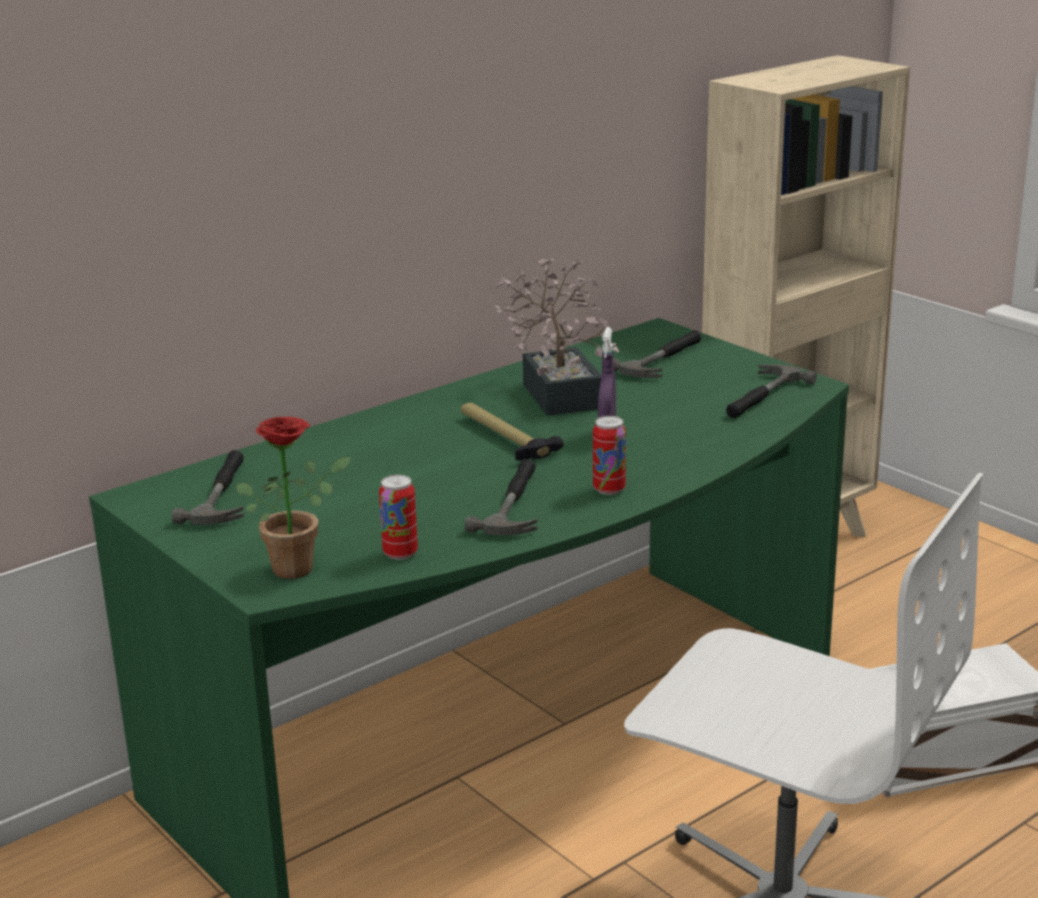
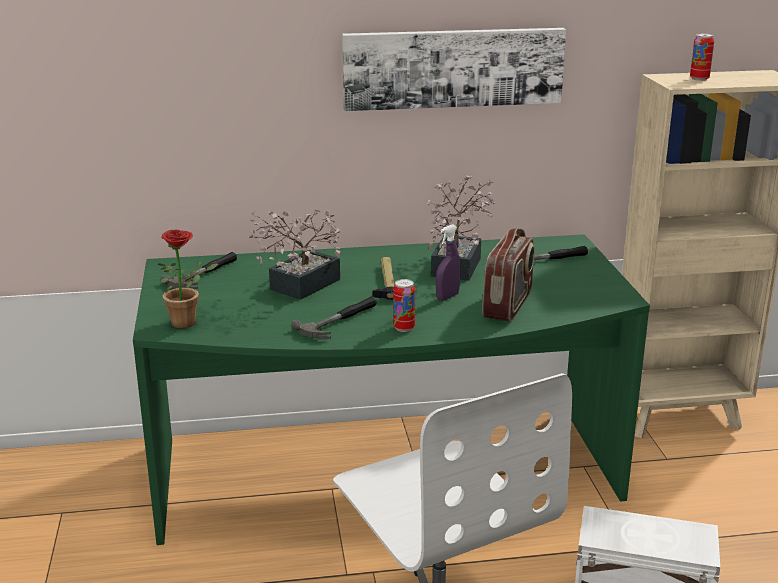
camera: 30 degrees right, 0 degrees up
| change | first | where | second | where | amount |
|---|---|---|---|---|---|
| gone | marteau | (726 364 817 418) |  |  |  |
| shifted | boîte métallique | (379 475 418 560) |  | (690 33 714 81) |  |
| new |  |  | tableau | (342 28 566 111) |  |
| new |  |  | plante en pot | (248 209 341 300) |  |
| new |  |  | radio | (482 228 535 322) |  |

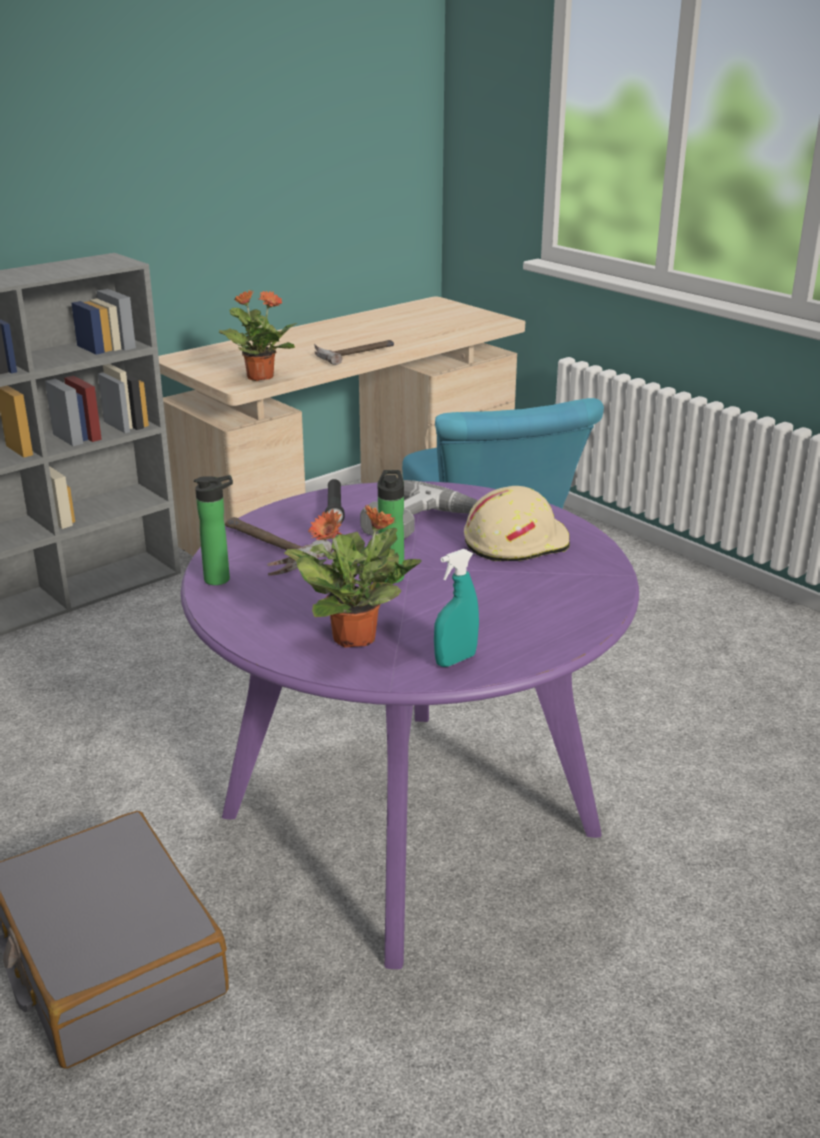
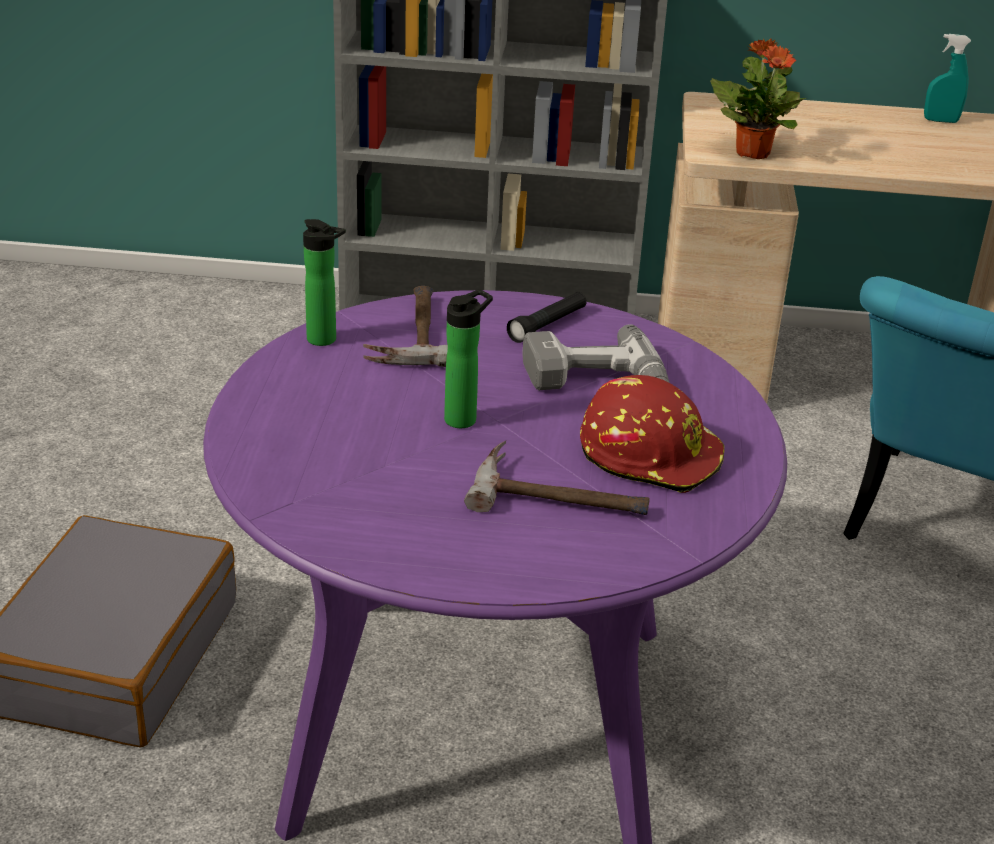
camera: 45 degrees right, 5 degrees up
| change | first | where | second | where | amount |
|---|---|---|---|---|---|
| shifted | marteau | (314 340 394 365) |  | (464 441 650 515) |  |
| repainted | casque de chantier [beige] | (464 486 570 561) | casque de chantier [rouge] | (580 375 724 493) |  |
| gone | plante en pot | (284 504 421 648) |  |  |  |
| shifted | vaporisateur [turquoise] | (434 549 479 667) |  | (924 34 971 123) |  |

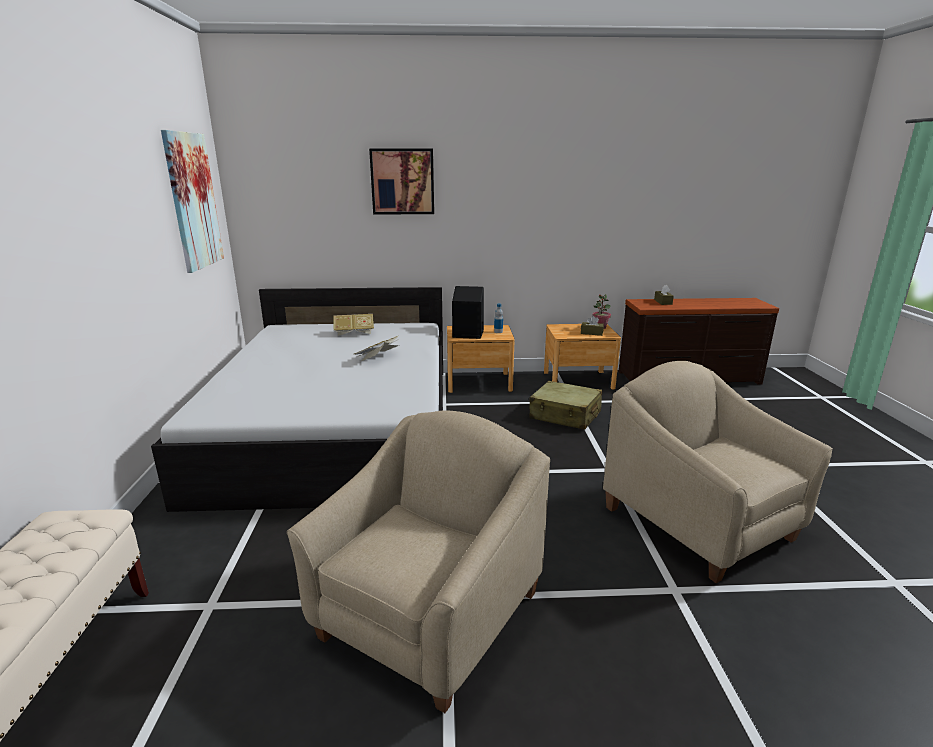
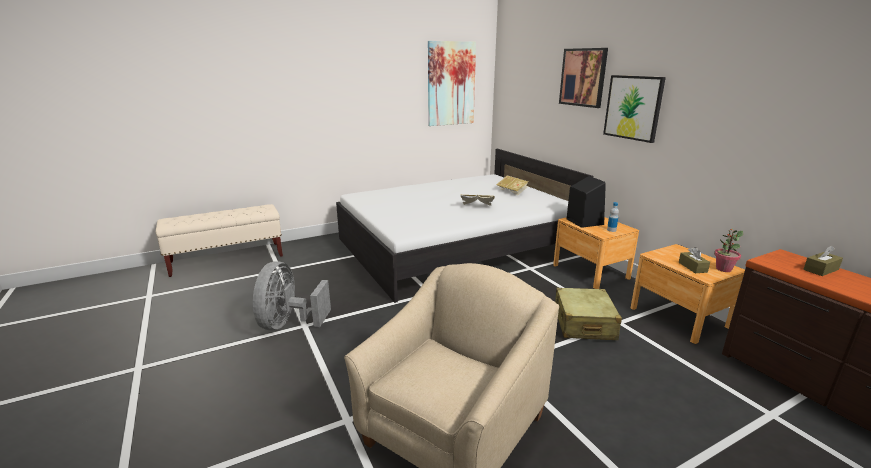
camera: 65 degrees right, 0 degrees up
| change | first | where | second | where | amount |
|---|---|---|---|---|---|
| swapped | fauteuil [beige] | (287 411 550 713) | ventilateur [gris] | (253 261 331 330) |  |
| new |  |  | tableau | (603 75 666 143) |  |

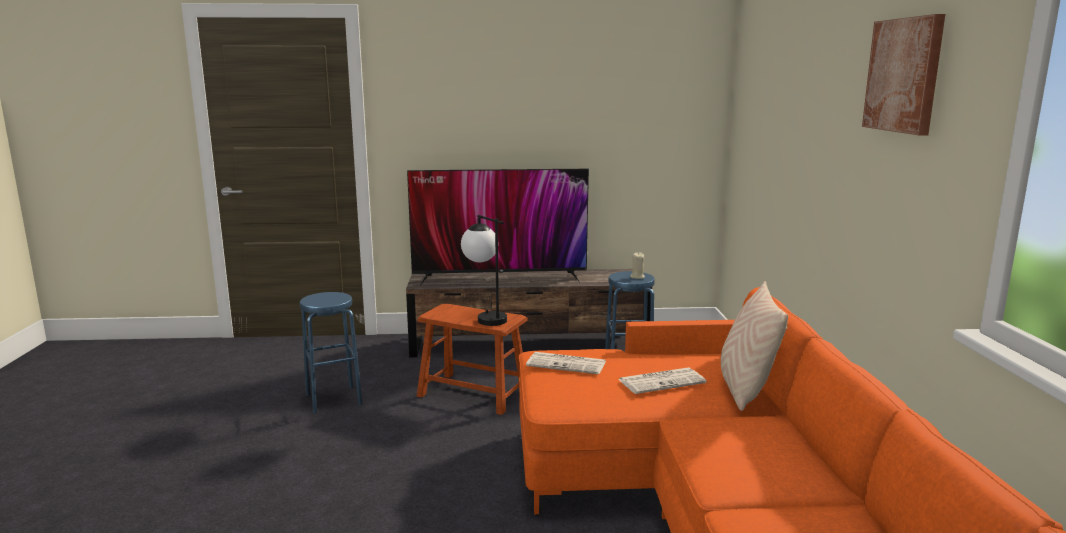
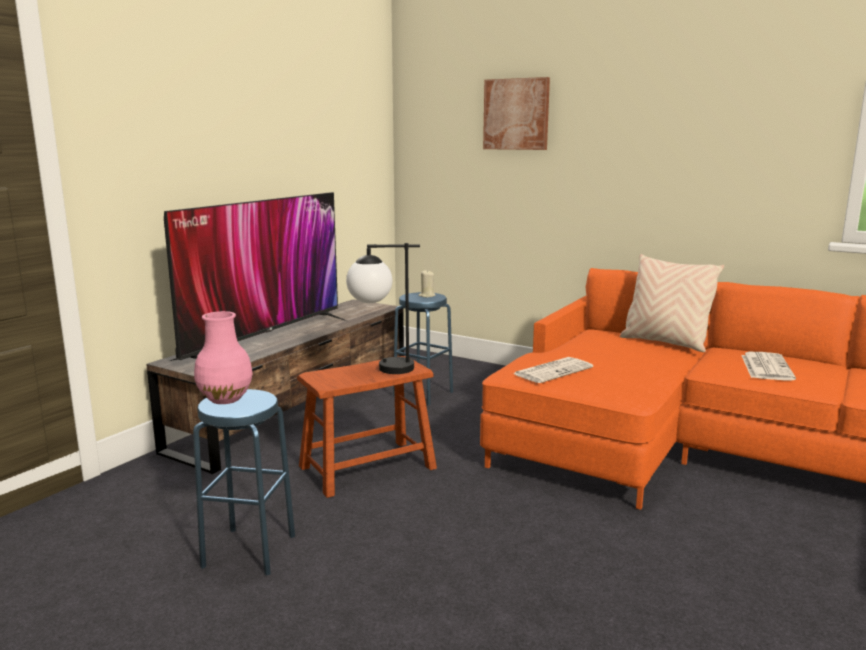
camera: 55 degrees left, 0 degrees up
| change | first | where | second | where | amount |
|---|---|---|---|---|---|
| shifted | tableau | (862 14 945 136) |  | (483 77 550 150) |  |
| shifted | journal | (618 368 706 394) |  | (741 352 796 381) |  |
| new |  |  | vase [rose] | (194 311 253 404) |  |

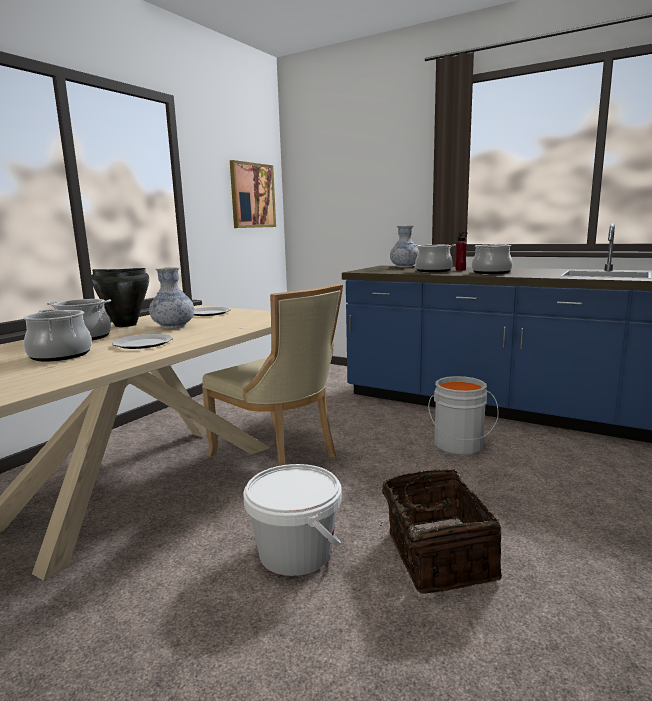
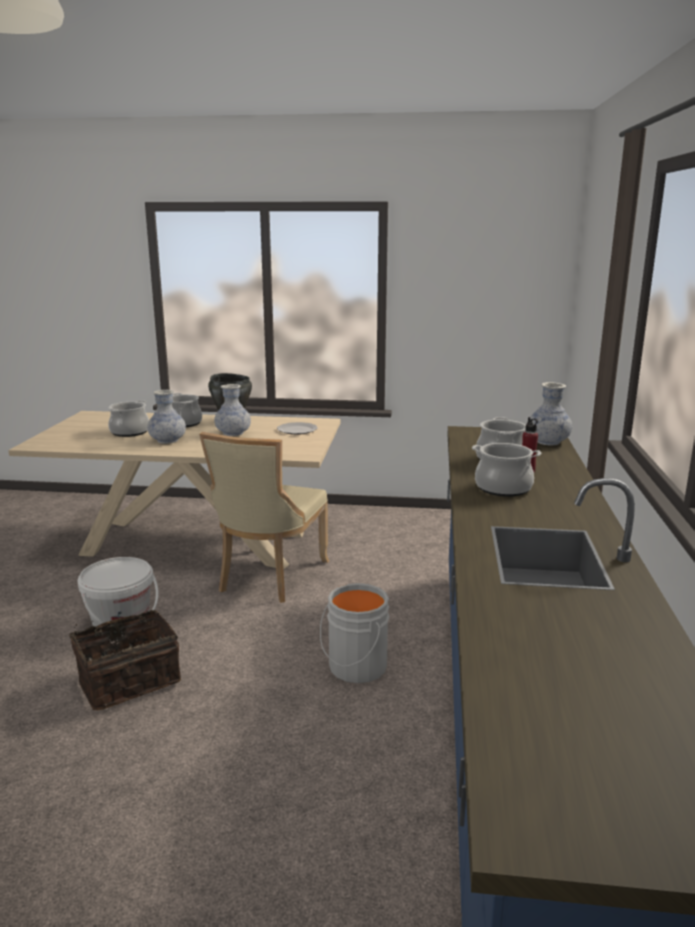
camera: 65 degrees right, 5 degrees up
| change | first | where | second | where | amount |
|---|---|---|---|---|---|
| gone | tableau | (230 160 276 228) |  |  |  |
| swapped | assiette | (112 334 173 349) | vase | (147 390 186 444) |  |

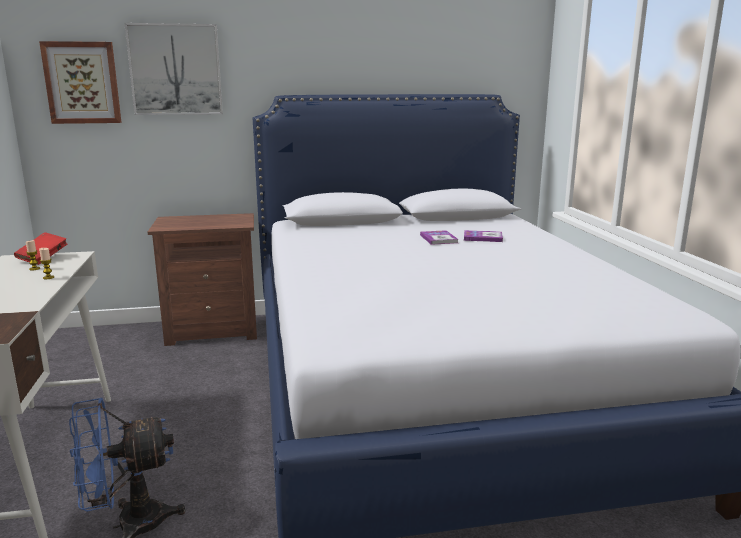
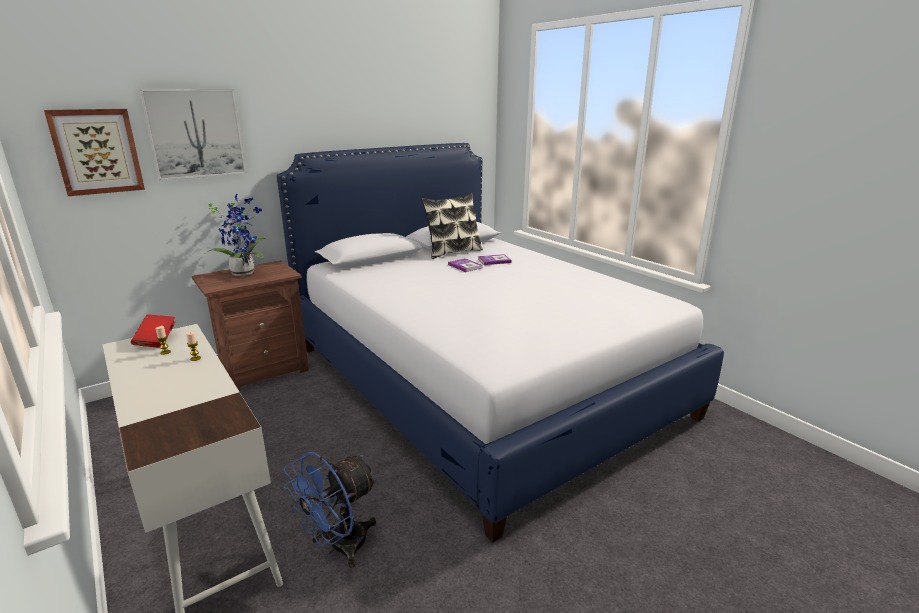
camera: 25 degrees left, 5 degrees up
| change | first | where | second | where | amount |
|---|---|---|---|---|---|
| new |  |  | coussin | (421 193 483 259) |  |
| new |  |  | plante en pot | (205 194 266 276) |  |

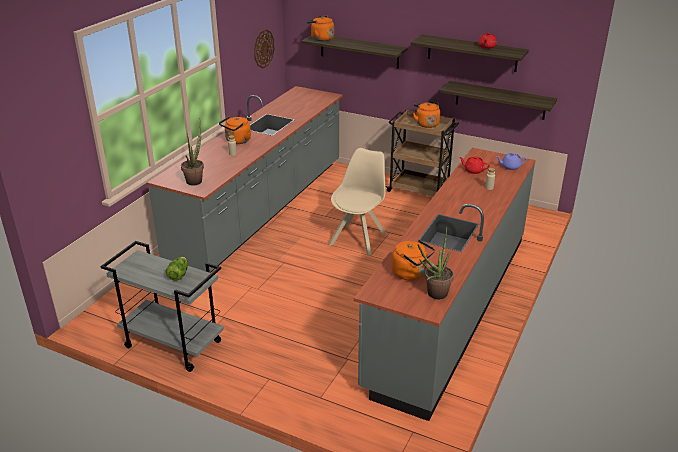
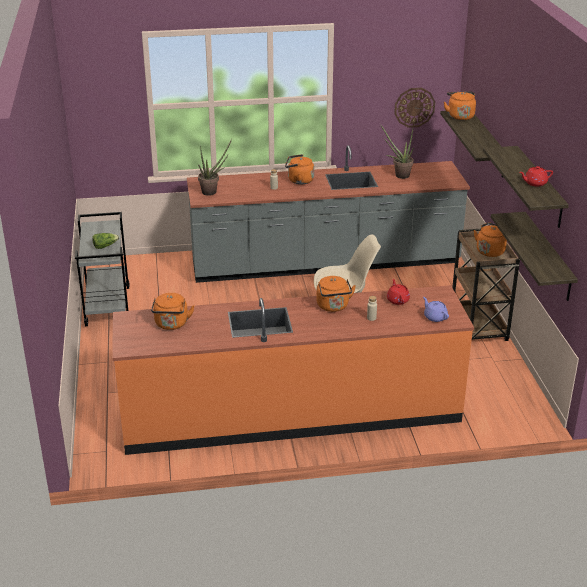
camera: 55 degrees right, 0 degrees up
| change | first | where | second | where | amount |
|---|---|---|---|---|---|
| repainted | comptoir de cuisine [gris] | (354 148 536 421) | comptoir de cuisine [orange] | (112 285 474 455) |  |
| shifted | plante en pot | (418 227 454 299) |  | (381 125 414 179) |  |
| new |  |  | bouilloire [orange] | (316 276 356 312) |  |

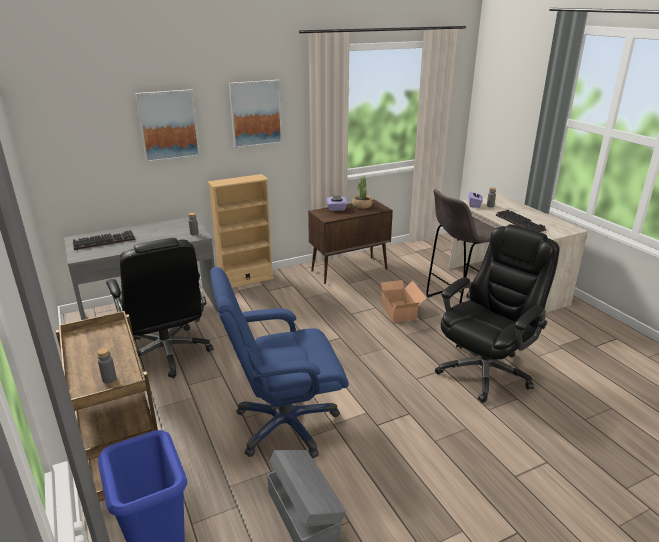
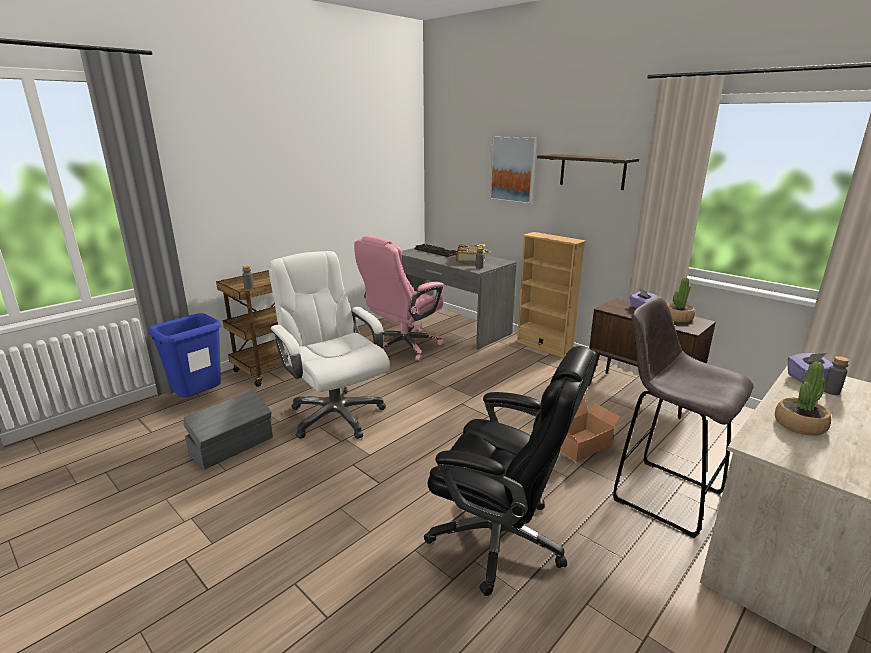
camera: 70 degrees right, 5 degrees down
| change | first | where | second | where | amount |
|---|---|---|---|---|---|
| swapped | tableau | (229 80 282 148) | étagère | (537 154 639 190) |  |
| swapped | clavier | (496 210 546 232) | plante en pot | (775 361 831 435) |  |
| repainted | chaise de bureau [noir] | (106 238 214 378) | chaise de bureau [rose] | (354 236 444 361) |  |
| repainted | chaise de bureau [bleu] | (210 267 349 458) | chaise de bureau [blanc] | (269 251 390 439) |  |
| new |  |  | livre | (456 244 491 263) |  |

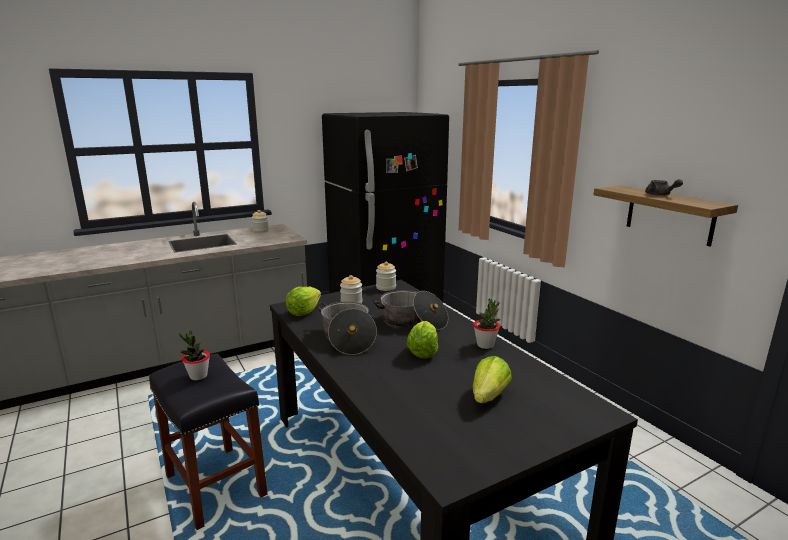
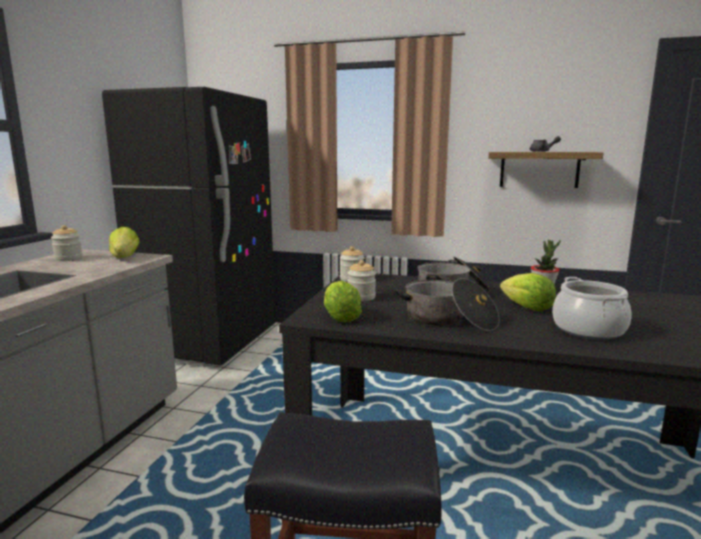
camera: 45 degrees left, 5 degrees down
| change | first | where | second | where | amount |
|---|---|---|---|---|---|
| gone | plante en pot | (179 331 210 380) |  |  |  |
| shifted | laitue | (473 356 512 403) |  | (109 227 140 258) |  |
| new |  |  | marmite | (552 277 631 340) |  |

